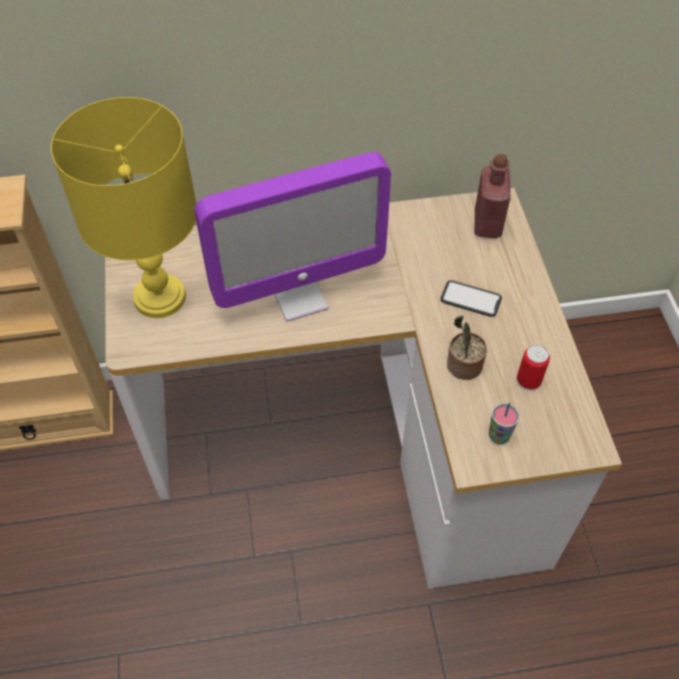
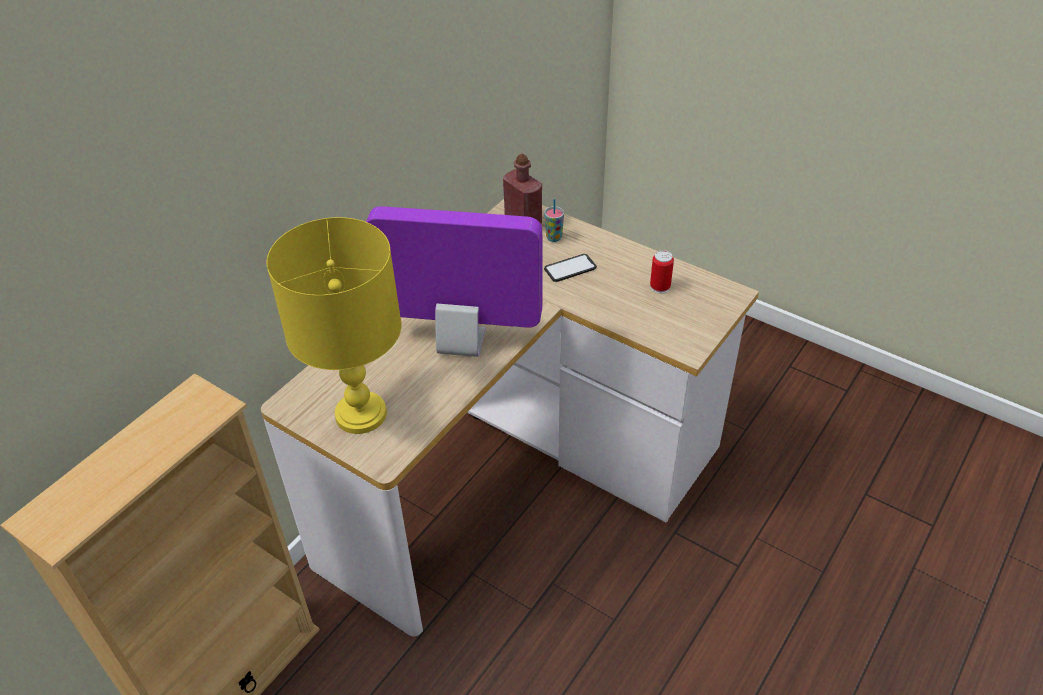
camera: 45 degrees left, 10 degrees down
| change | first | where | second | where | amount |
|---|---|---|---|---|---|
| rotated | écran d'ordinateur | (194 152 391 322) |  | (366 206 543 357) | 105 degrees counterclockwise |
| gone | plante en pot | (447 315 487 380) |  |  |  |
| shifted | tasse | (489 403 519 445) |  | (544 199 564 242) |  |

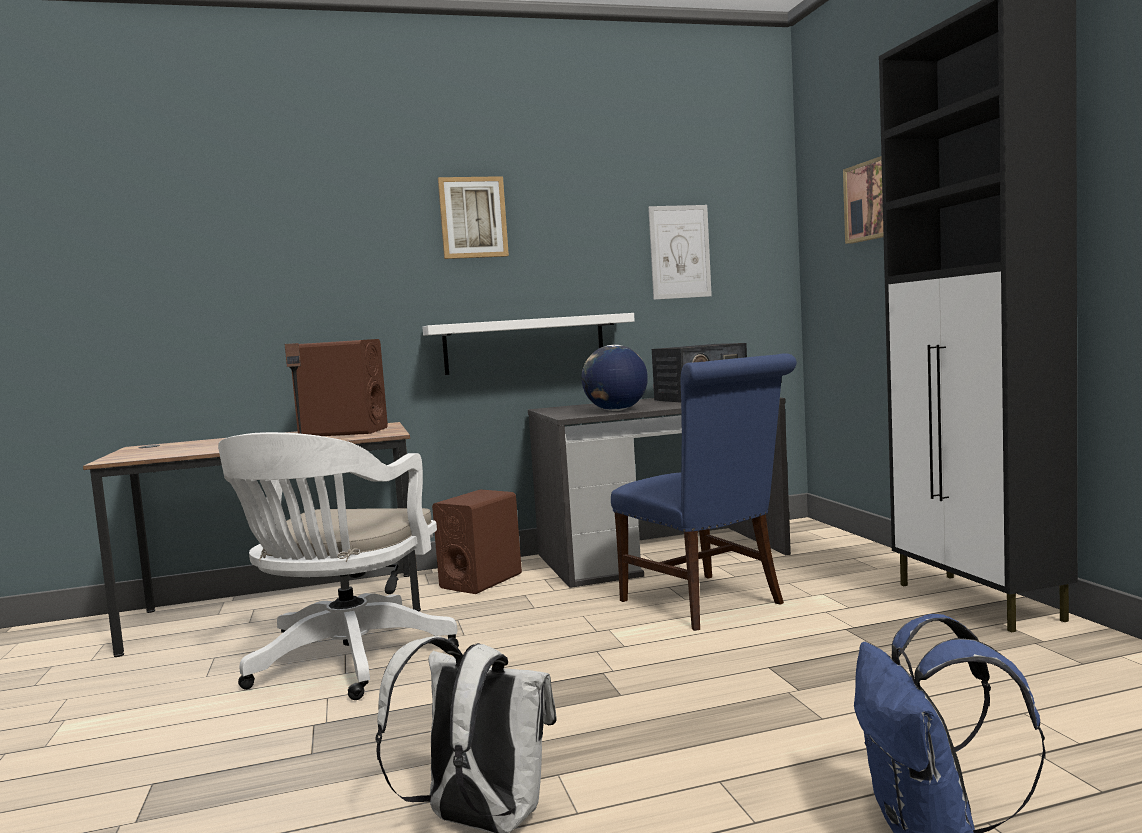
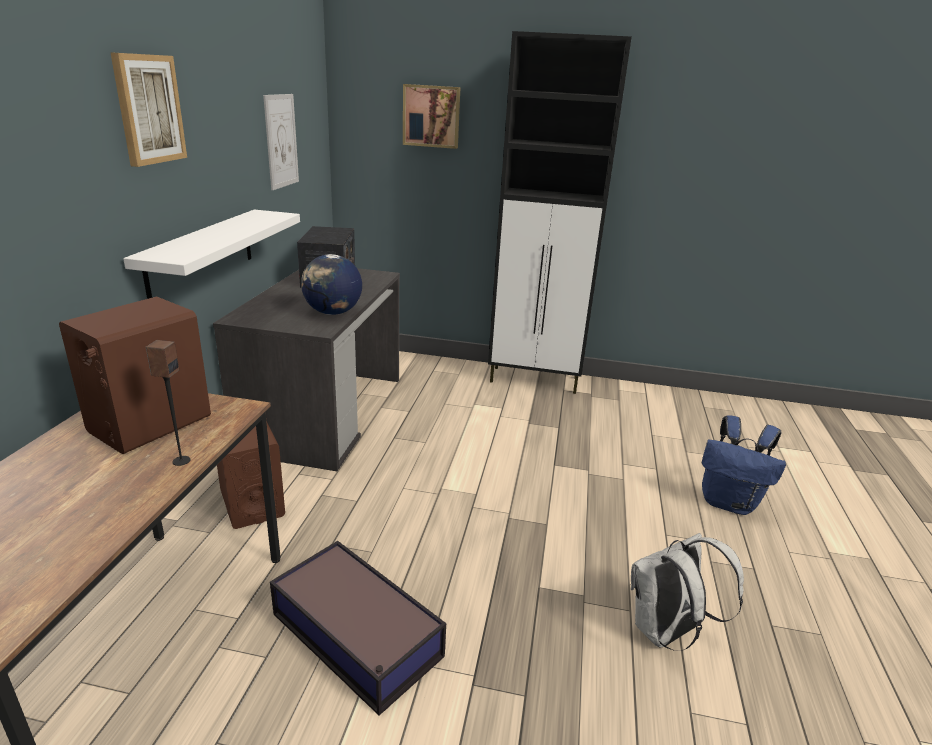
camera: 65 degrees left, 20 degrees up
| change | first | where | second | where | amount |
|---|---|---|---|---|---|
| gone | chaise [bleu] | (611 353 797 631) |  |  |  |
| swapped | chaise de bureau [blanc] | (218 432 459 700) | boîte de rangement | (270 541 446 716) |  |

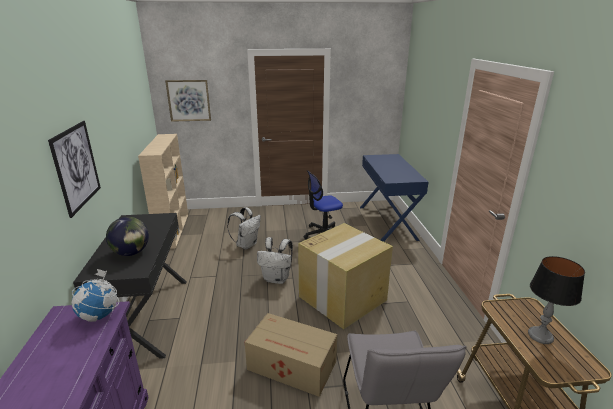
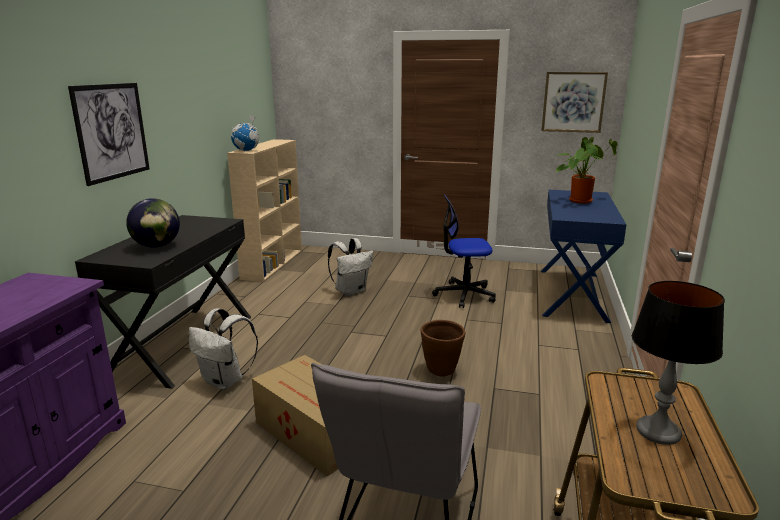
camera: 20 degrees right, 5 degrees down
| change | first | where | second | where | amount |
|---|---|---|---|---|---|
| shifted | tableau | (165 80 211 122) |  | (541 72 608 133) |  |
| swapped | carton | (298 223 393 329) | cache-pot [marron] | (421 320 465 377) |  |
| shifted | sac à dos [blanc] | (257 237 293 284) |  | (189 308 258 390) |  |
| shifted | globe | (72 269 119 322) |  | (231 114 260 151) |  |
| new |  |  | plante en pot | (555 137 618 204) |  |

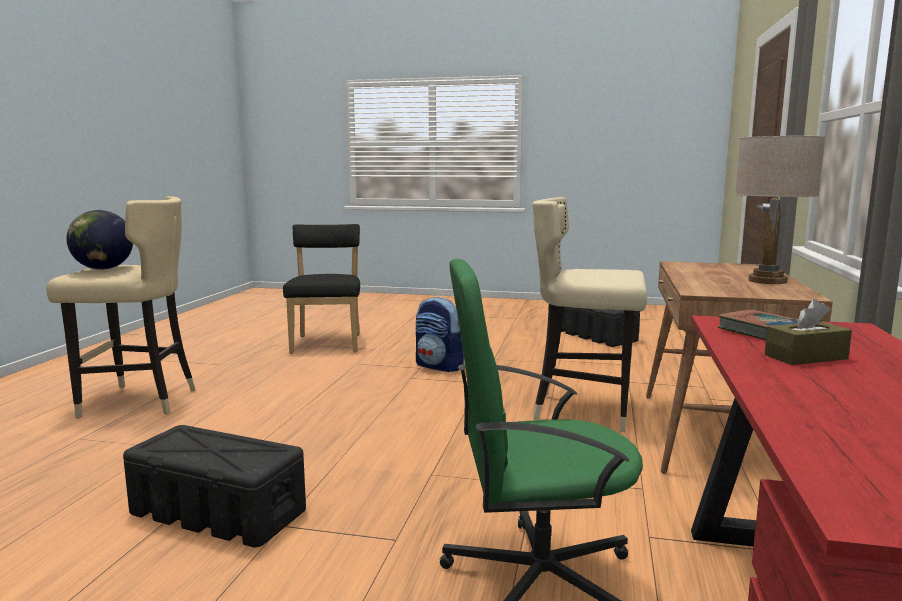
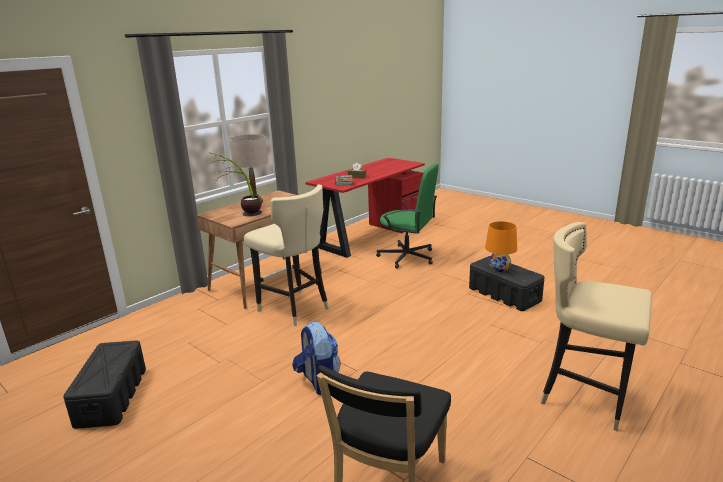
camera: 150 degrees left, 10 degrees up
| change | first | where | second | where | amount |
|---|---|---|---|---|---|
| gone | globe | (66 210 133 270) |  |  |  |
| new |  |  | plante en pot | (206 153 262 216) |  |
| new |  |  | lampe de table [orange] | (485 221 517 272) |  |

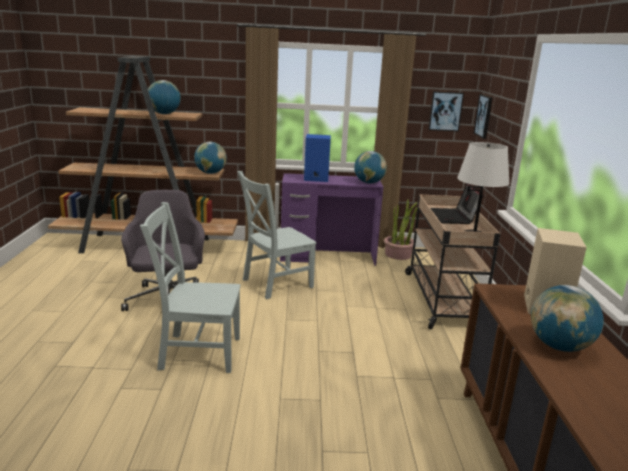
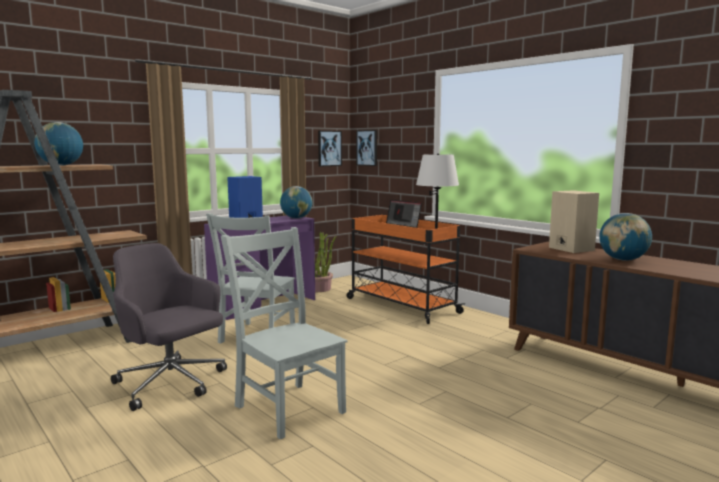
camera: 40 degrees left, 10 degrees down
| change | first | where | second | where | amount |
|---|---|---|---|---|---|
| gone | globe | (194 142 227 174) |  |  |  |
| repainted | chariot [beige] | (405 194 500 329) | chariot [orange] | (346 215 465 324) |  |
| rotated | chaise [gris] | (140 202 241 373) |  | (221 227 348 440) | 90 degrees clockwise |

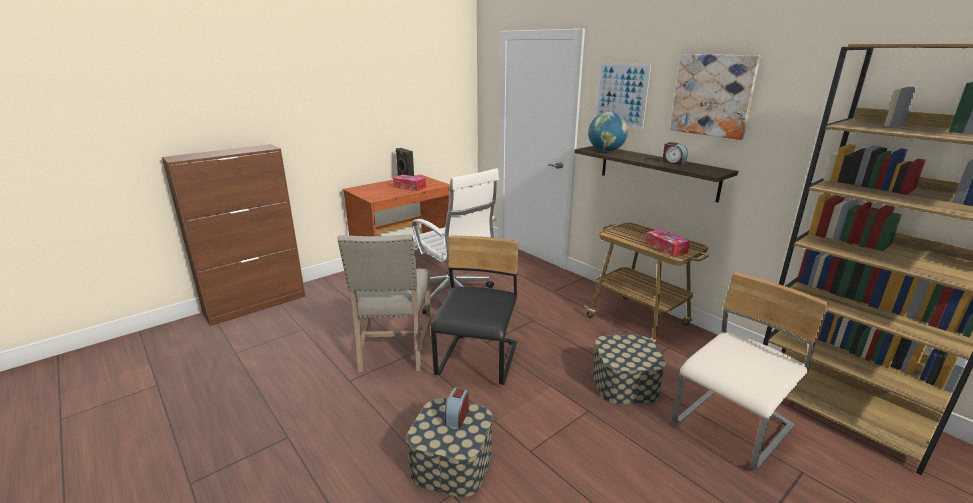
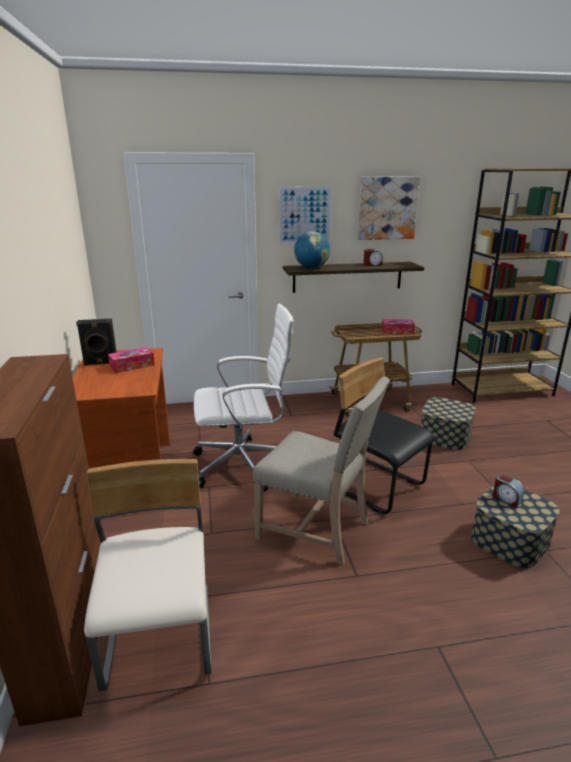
camera: 60 degrees left, 0 degrees up
| change | first | where | second | where | amount |
|---|---|---|---|---|---|
| shifted | chaise [beige] | (672 272 829 471) |  | (84 459 211 691) |  |

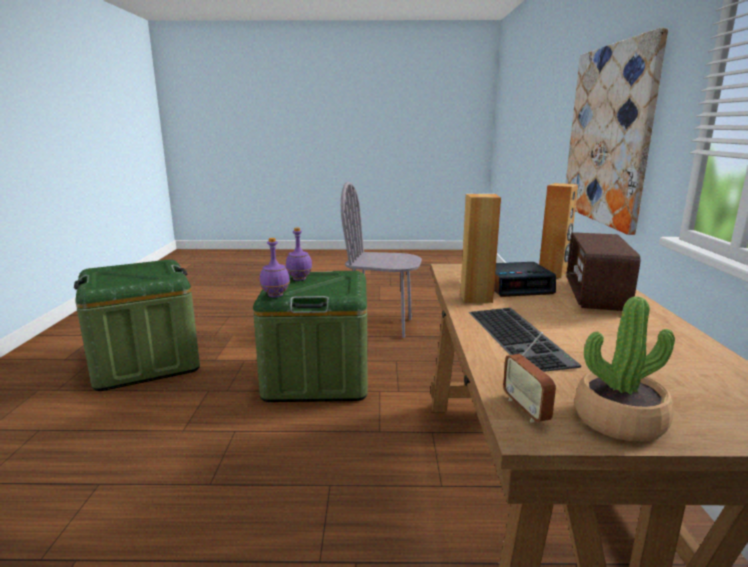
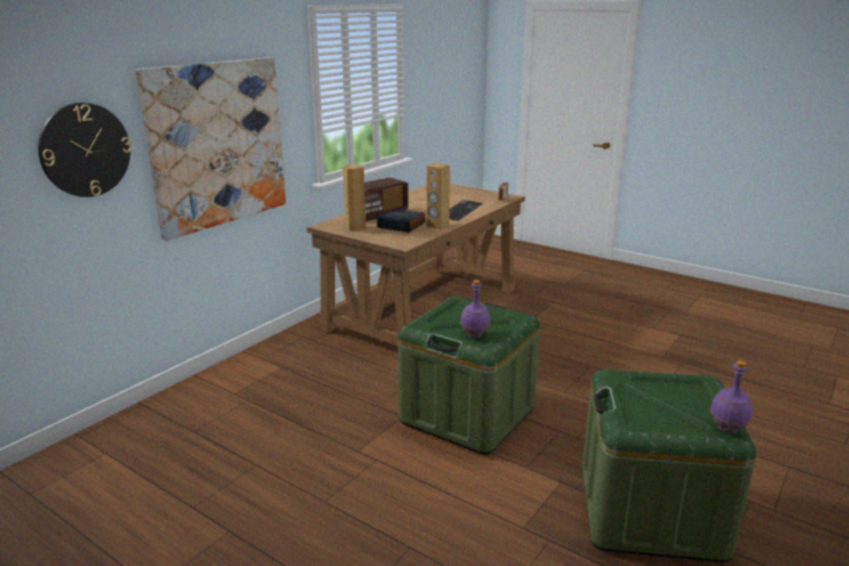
camera: 145 degrees left, 5 degrees up
| change | first | where | second | where | amount |
|---|---|---|---|---|---|
| gone | chaise [gris] | (341 182 422 338) |  |  |  |
| shifted | bouteille [violet] | (260 238 290 297) |  | (710 360 753 433) |  |
| gone | plante en pot | (575 296 675 441) |  |  |  |
| new |  |  | horloge murale | (38 103 131 197) |  |

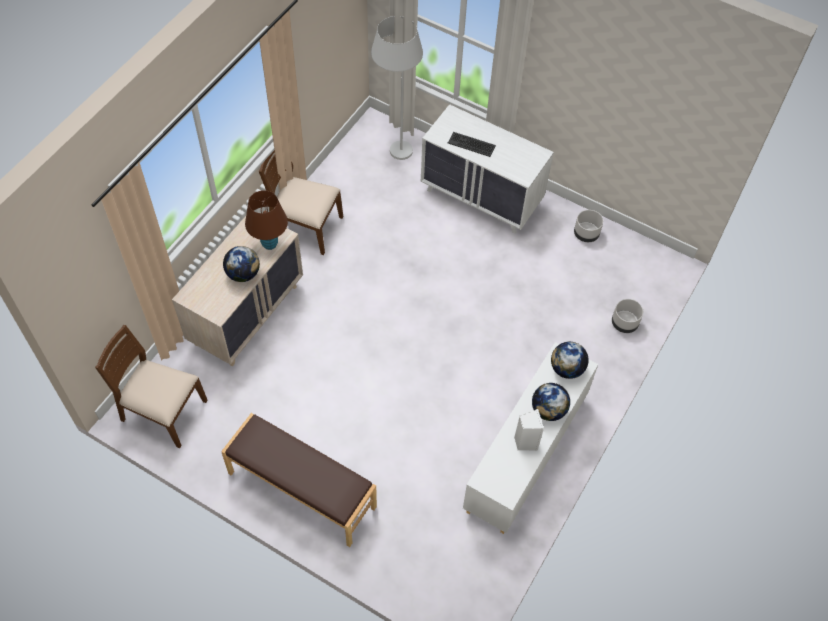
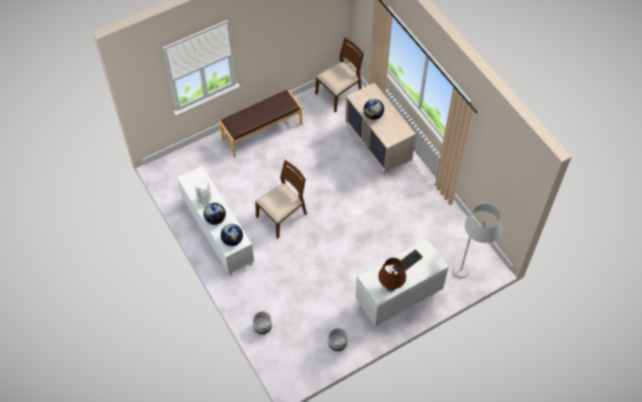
camera: 120 degrees right, 0 degrees up
| change | first | where | second | where | amount |
|---|---|---|---|---|---|
| shifted | chaise [marron] | (259 150 343 255) |  | (255 160 307 238) |  |
| shifted | lampe de table [marron] | (245 190 288 250) |  | (378 258 406 292) |  |

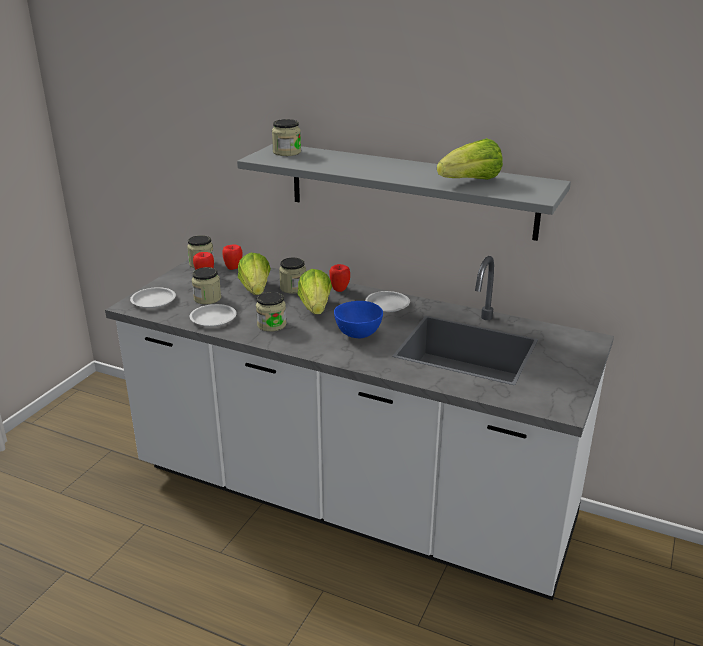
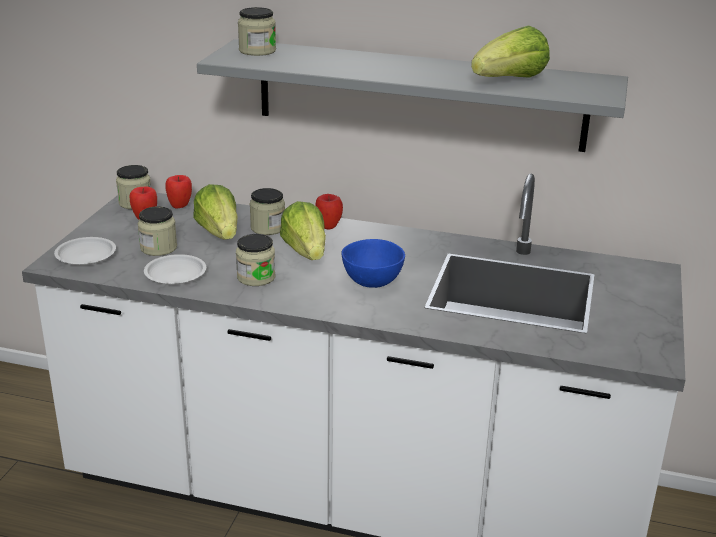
camera: 10 degrees left, 0 degrees up
| change | first | where | second | where | amount |
|---|---|---|---|---|---|
| gone | assiette [blanc] | (365 291 410 312) |  |  |  |

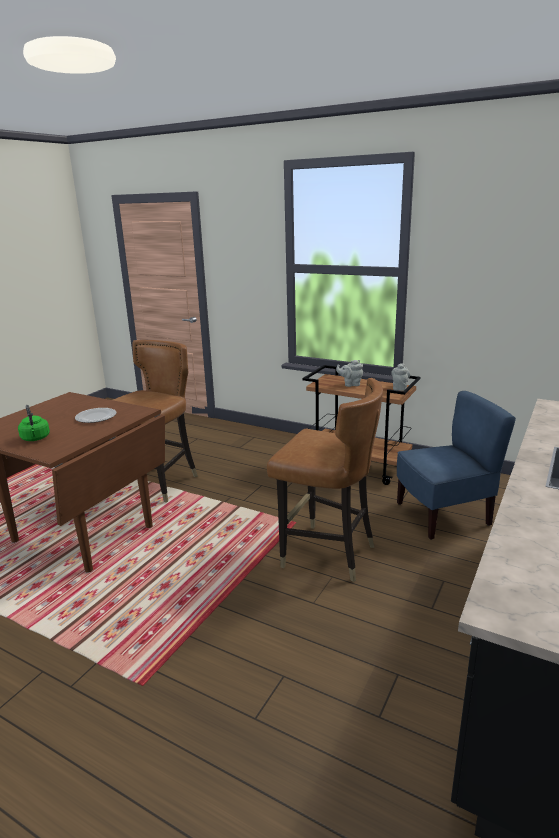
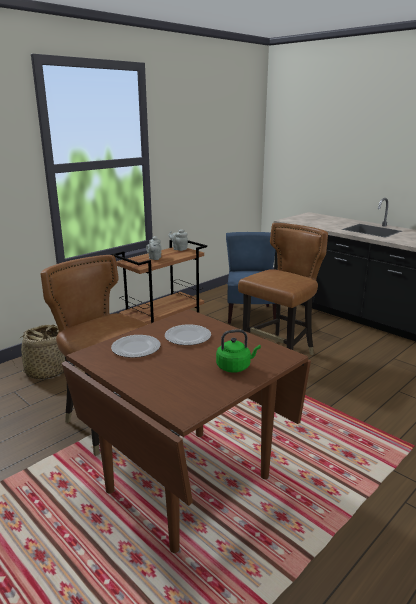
camera: 75 degrees left, 0 degrees up
| change | first | where | second | where | amount |
|---|---|---|---|---|---|
| new |  |  | panier | (11 325 65 380) |  |
| new |  |  | assiette | (111 335 161 358) |  |

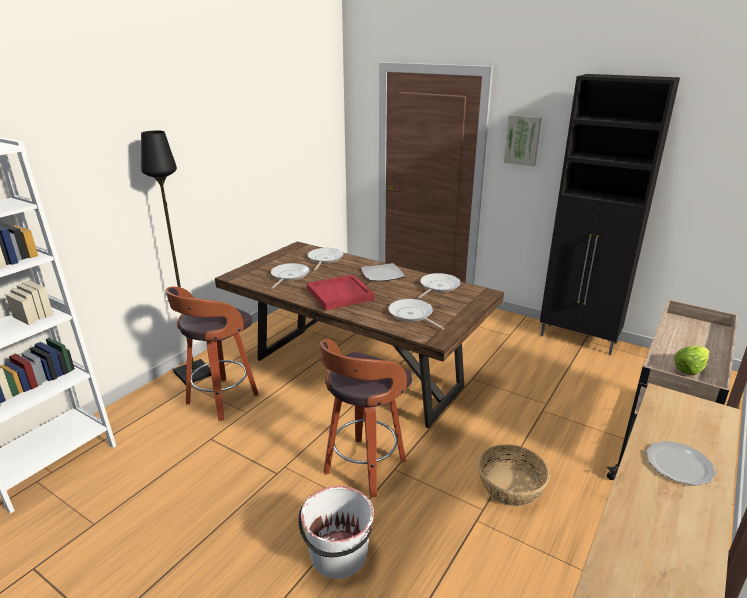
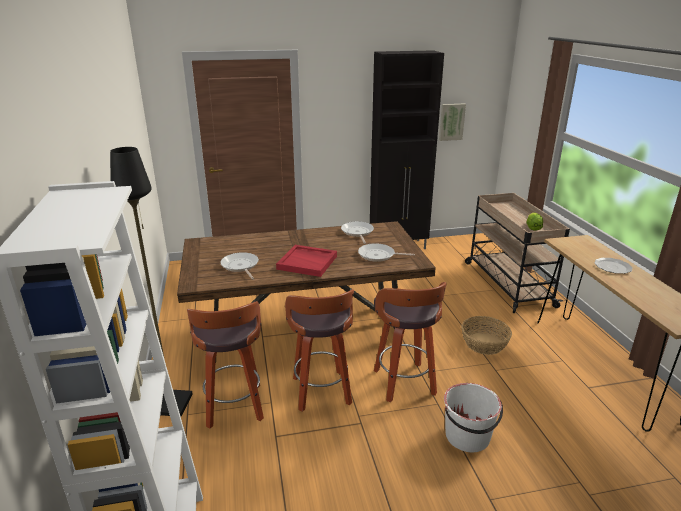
camera: 45 degrees left, 0 degrees up
| change | first | where | second | where | amount |
|---|---|---|---|---|---|
| shifted | tableau | (504 115 542 166) |  | (439 103 466 141) |  |
| gone | poêle | (308 248 343 271) |  |  |  |
| gone | assiette | (361 263 405 281) |  |  |  |
| new |  |  | tabouret | (285 289 354 412) |  |

